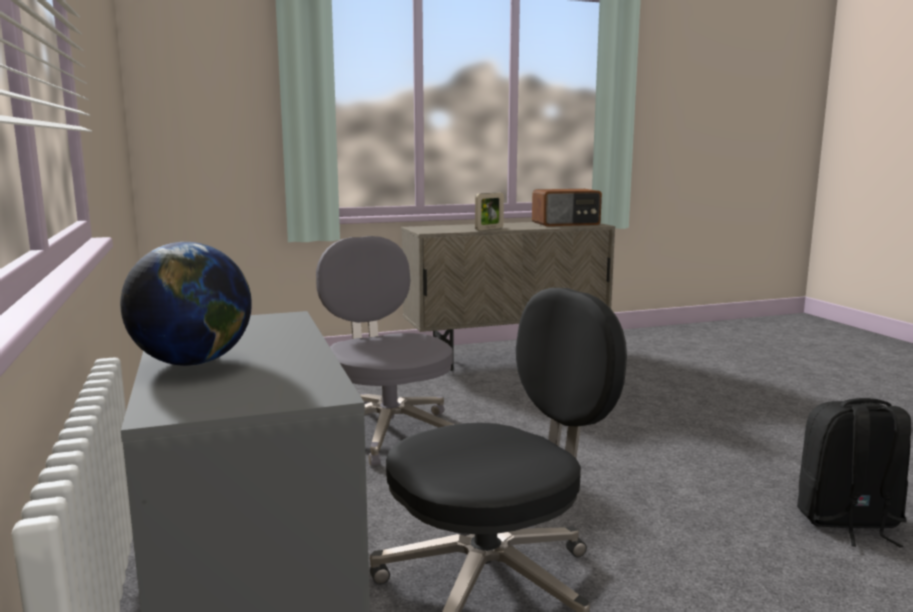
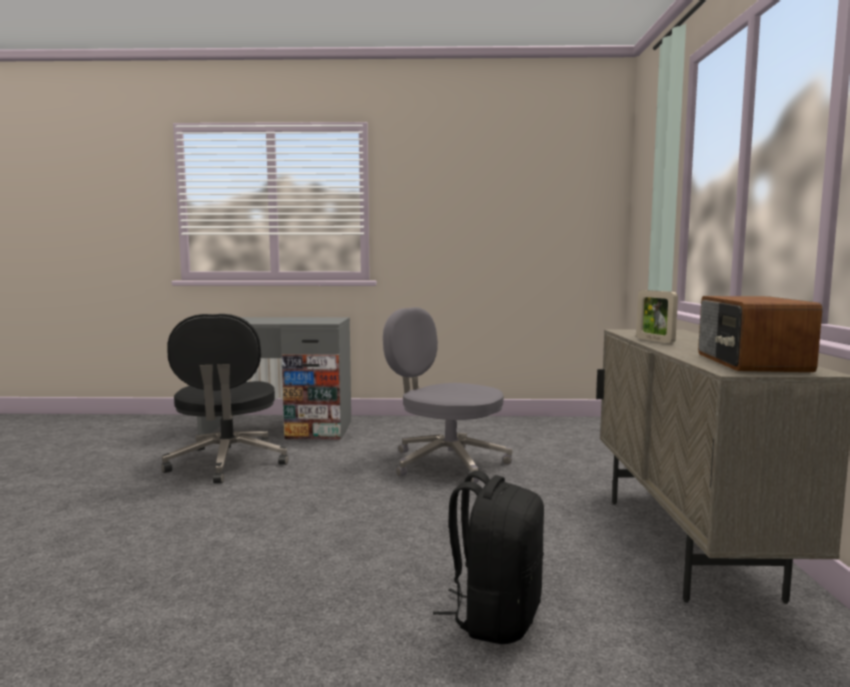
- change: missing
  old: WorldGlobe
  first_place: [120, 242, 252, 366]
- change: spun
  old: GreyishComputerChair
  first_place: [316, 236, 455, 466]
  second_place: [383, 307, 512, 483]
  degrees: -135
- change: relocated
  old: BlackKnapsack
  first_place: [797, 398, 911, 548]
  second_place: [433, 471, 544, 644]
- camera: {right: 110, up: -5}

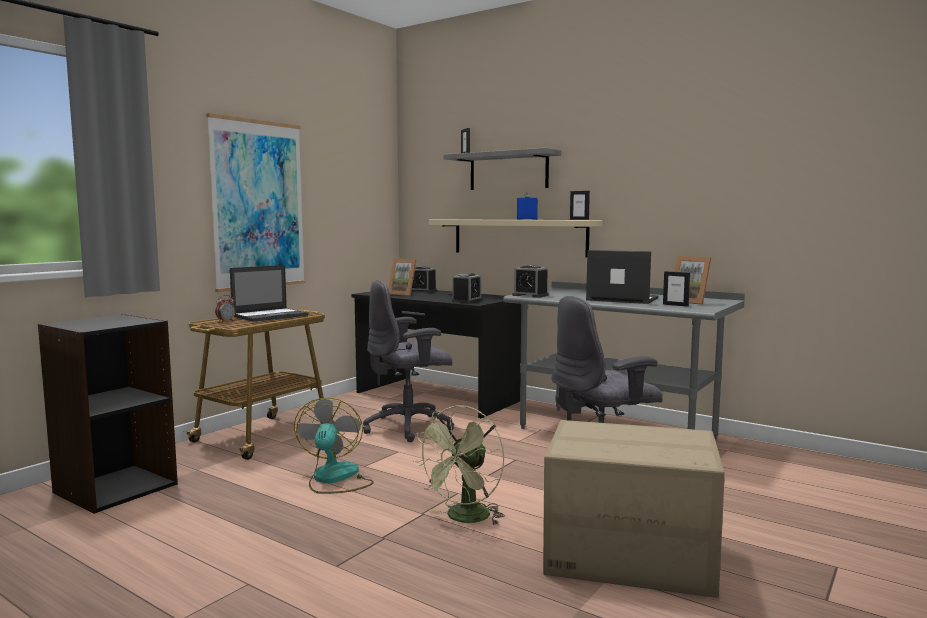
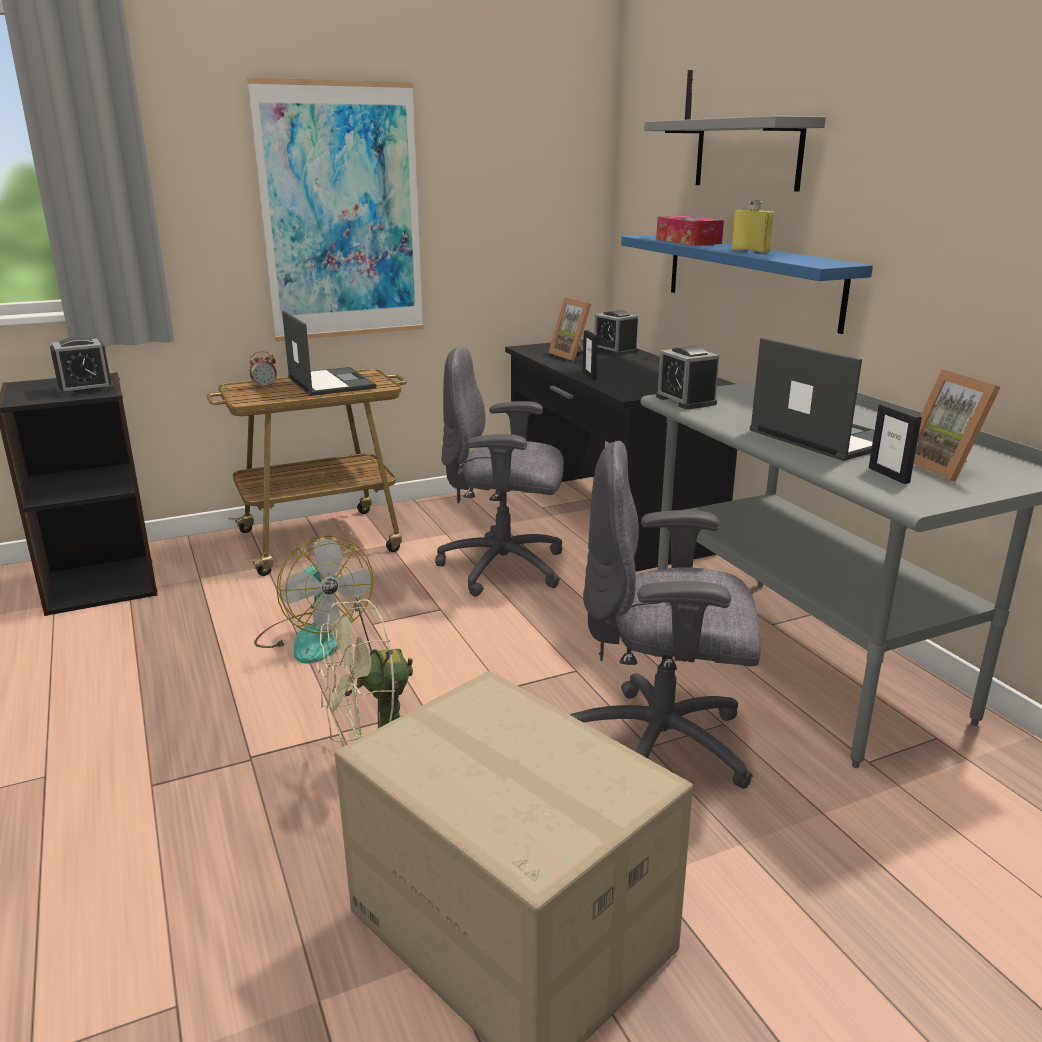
- change: spun
  old: NotebookComputer
  first_place: [230, 265, 309, 322]
  second_place: [282, 310, 376, 396]
  degrees: -105
- change: spun
  old: CoolingFan
  first_place: [294, 398, 374, 494]
  second_place: [254, 535, 374, 664]
  degrees: 120
- change: colour
  old: BeigeColouredShelf
  new: BluishShelf
  first_place: [429, 219, 603, 257]
  second_place: [621, 235, 873, 334]
- change: relocated
  old: BedsideClock
  first_place: [452, 273, 482, 303]
  second_place: [50, 337, 115, 396]
- change: colour
  old: BluishDrinkBottle
  new: YellowishDrinkBottle
  first_place: [517, 192, 538, 220]
  second_place: [732, 199, 774, 253]
- change: relocated
  old: PhotoFrame
  first_place: [570, 191, 590, 220]
  second_place: [583, 330, 598, 380]
- change: appeared
  new: BoxOfTissues
  second_place: [656, 216, 724, 246]
- camera: {right: 30, up: 15}

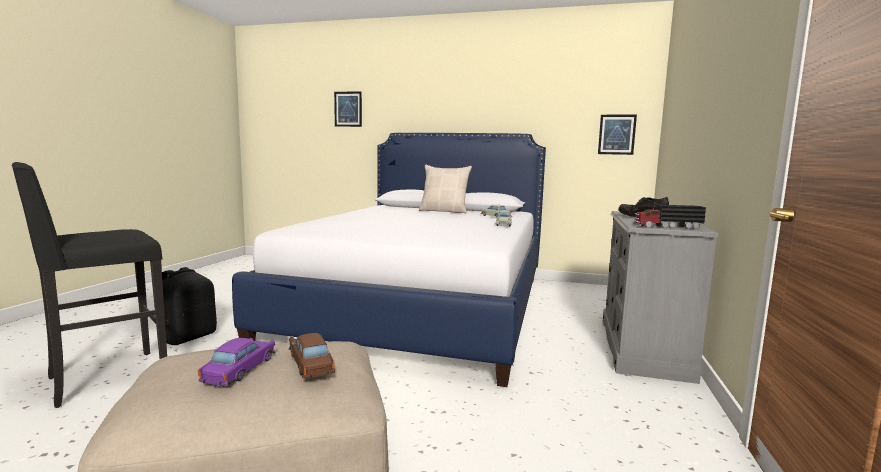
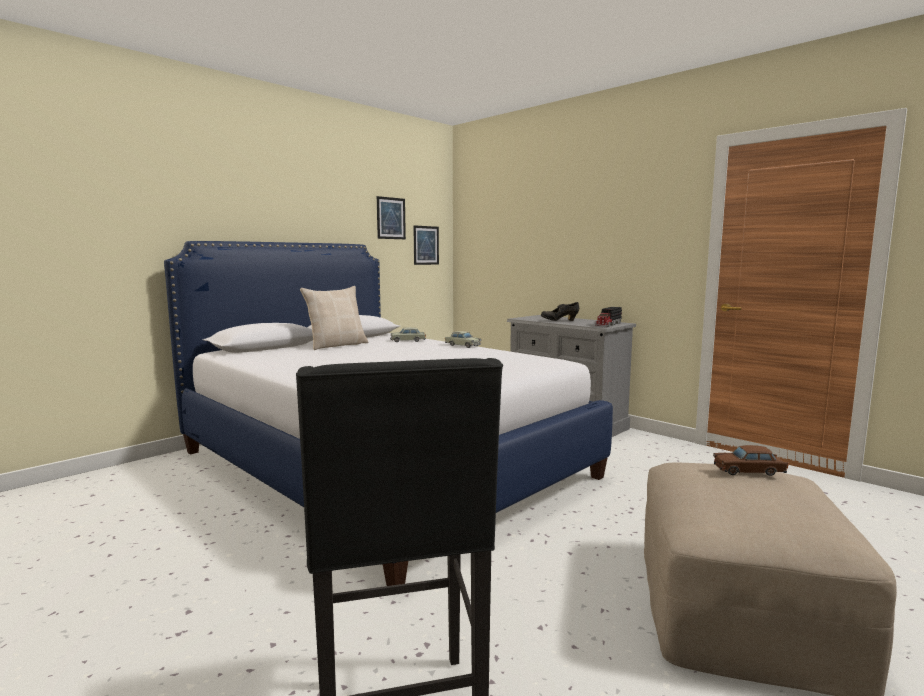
- change: missing
  old: BlackKnapsack
  first_place: [162, 267, 217, 345]
- change: missing
  old: PurpleToyCar
  first_place: [198, 338, 275, 386]
- change: relocated
  old: WallArt
  first_place: [334, 91, 362, 127]
  second_place: [377, 196, 406, 239]
- camera: {right: -60, up: 0}

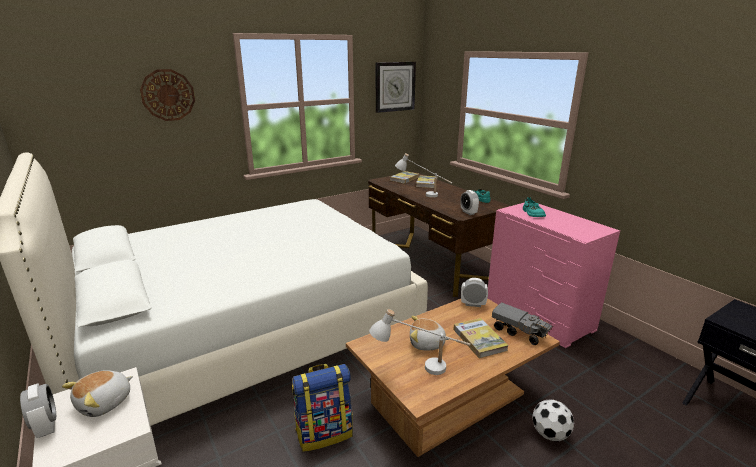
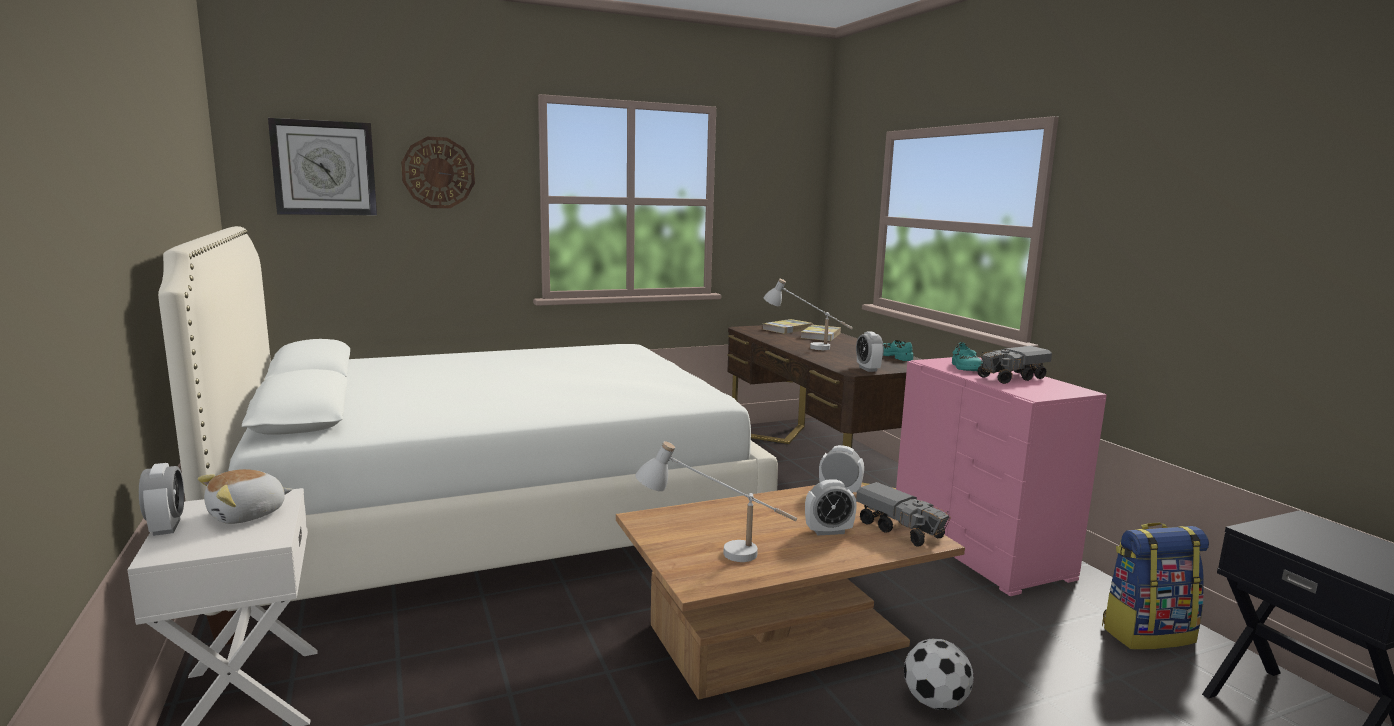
- change: relocated
  old: Knapsack
  first_place: [292, 364, 353, 452]
  second_place: [1102, 523, 1209, 650]
- change: relocated
  old: WallClock
  first_place: [376, 62, 416, 113]
  second_place: [268, 118, 377, 215]
- change: missing
  old: CuddlyToy
  first_place: [410, 316, 449, 351]
- change: exchanged
  old: Book
  new: BedsideClock
  first_place: [453, 318, 509, 358]
  second_place: [805, 479, 857, 535]
- change: appeared
  new: ToyLorry
  second_place: [977, 346, 1052, 384]
- camera: {right: 10, up: -10}

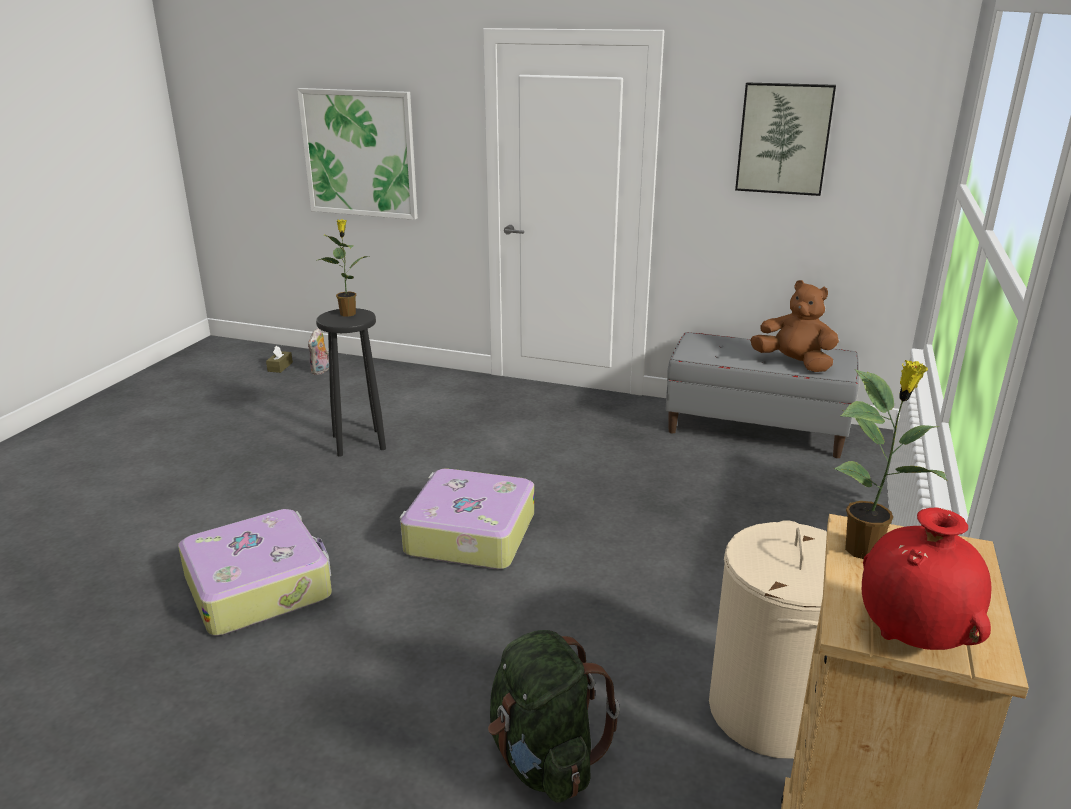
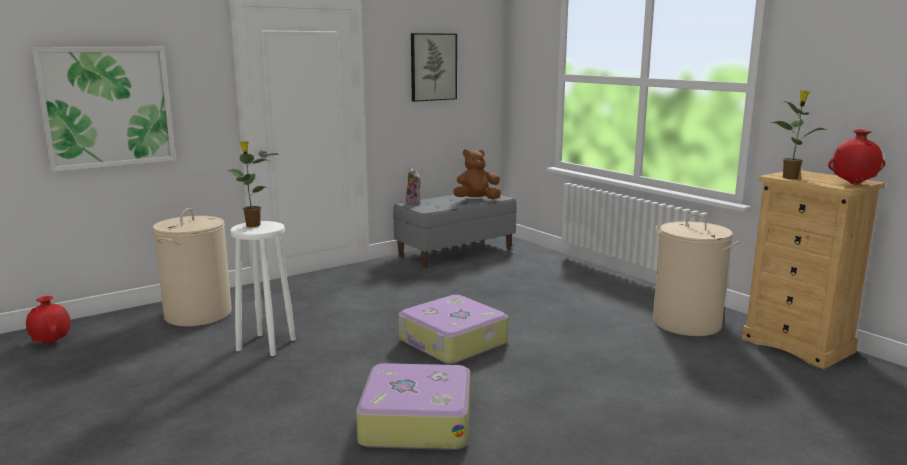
- change: exchanged
  old: BrownBoxOfTissues
  new: ReddishDecorativeVase
  first_place: [266, 346, 293, 373]
  second_place: [26, 296, 71, 344]
- change: relocated
  old: CuddlyToy
  first_place: [308, 328, 329, 375]
  second_place: [406, 168, 421, 205]
- change: colour
  old: BlackStool
  new: WhiteColouredStool
  first_place: [316, 308, 386, 457]
  second_place: [230, 221, 296, 356]
- change: missing
  old: GreenKnapsack
  first_place: [488, 630, 620, 803]
- change: appeared
  new: BeigeColouredWashingBasket
  second_place: [153, 208, 232, 326]
- camera: {right: -55, up: -10}

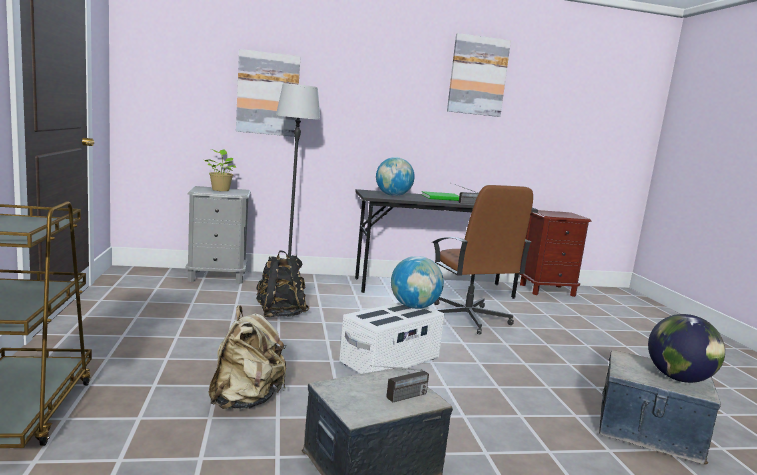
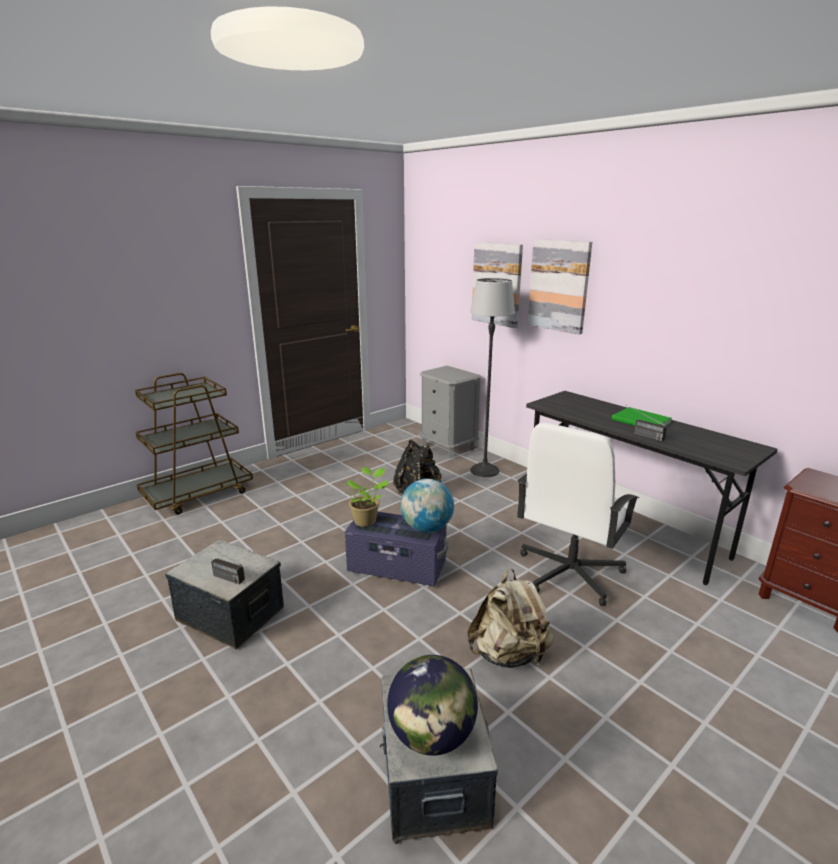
- change: relocated
  old: Houseplant
  first_place: [204, 149, 236, 191]
  second_place: [344, 467, 390, 527]
- change: relocated
  old: BeigeColouredKnapsack
  first_place: [208, 305, 287, 409]
  second_place: [467, 569, 554, 668]
- change: colour
  old: WhiteColouredStorageBox
  new: PurpleStorageBox
  first_place: [339, 302, 444, 374]
  second_place: [345, 512, 448, 586]
- change: missing
  old: WorldGlobe
  first_place: [376, 157, 415, 196]
- change: colour
  old: BrownComputerChair
  new: WhiteColouredComputerChair
  first_place: [432, 185, 533, 335]
  second_place: [517, 423, 639, 606]
- change: relocated
  old: WallArt
  first_place: [447, 33, 511, 117]
  second_place: [527, 239, 592, 335]
- camera: {right: 60, up: 10}

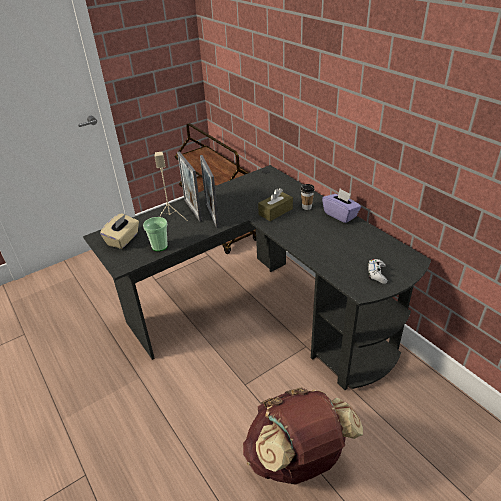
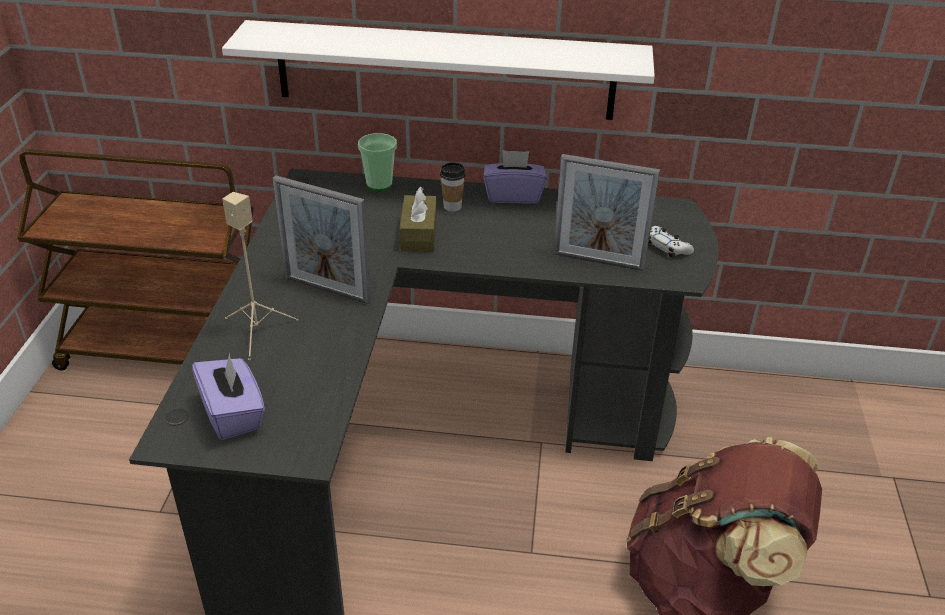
- change: colour
  old: BeigeColouredBoxOfTissues
  new: PurpleBoxOfTissues
  first_place: [100, 213, 139, 249]
  second_place: [192, 353, 265, 440]
- change: relocated
  old: Cup
  first_place: [143, 217, 168, 251]
  second_place: [358, 133, 397, 190]
- change: relocated
  old: PhotoFrame
  first_place: [177, 151, 202, 222]
  second_place: [553, 154, 660, 271]
- change: appeared
  new: WhiteColouredShelf
  second_place: [222, 20, 655, 120]
- camera: {right: -50, up: 0}

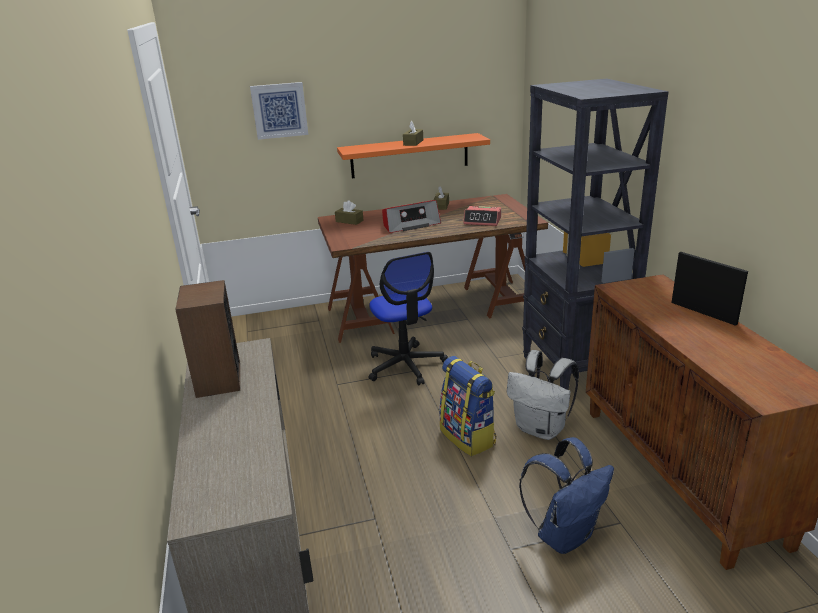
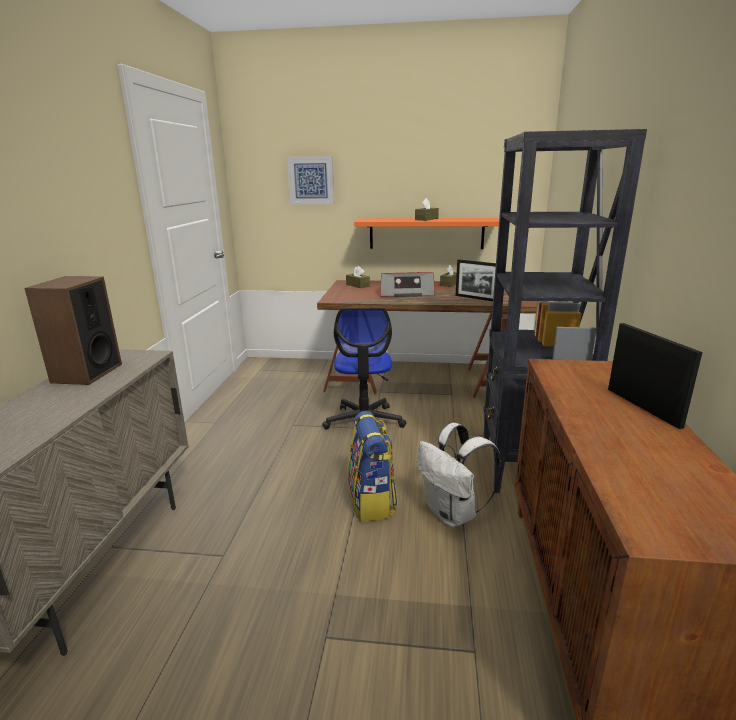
- change: exchanged
  old: BedsideClock
  new: PhotoFrame
  first_place: [463, 206, 501, 226]
  second_place: [456, 259, 496, 301]
- change: missing
  old: BluishKnapsack
  first_place: [519, 437, 614, 554]
- camera: {right: 20, up: -5}

